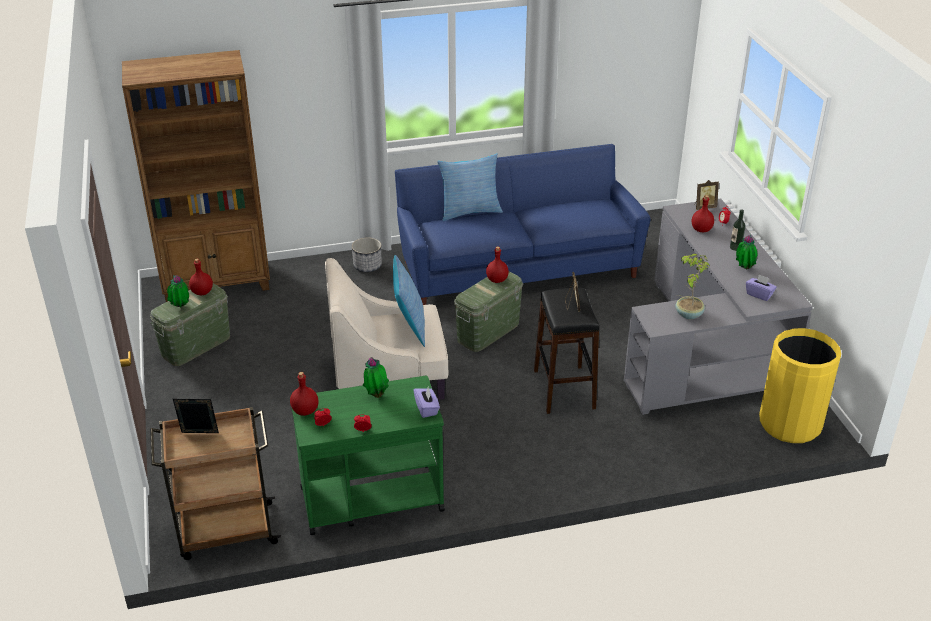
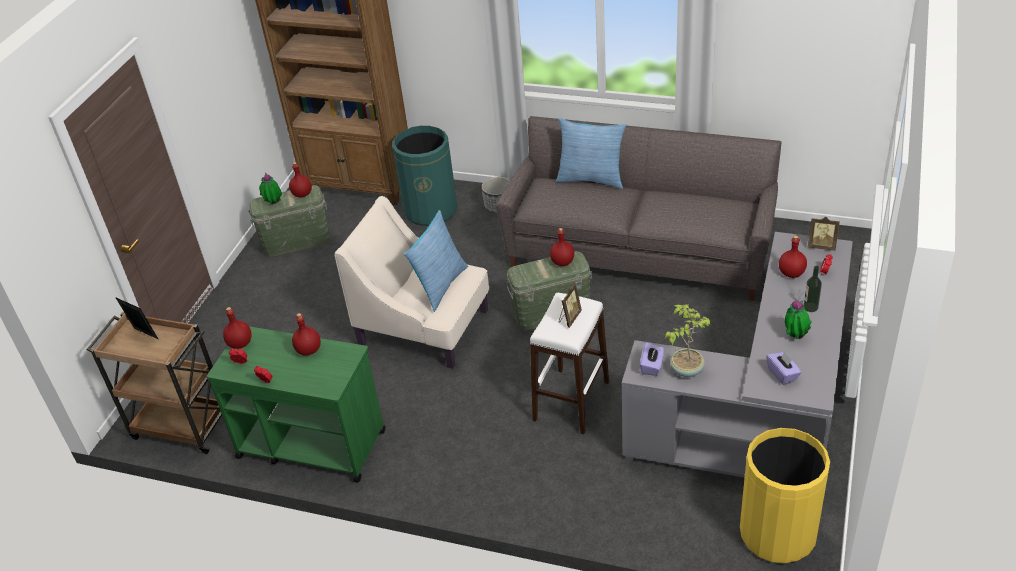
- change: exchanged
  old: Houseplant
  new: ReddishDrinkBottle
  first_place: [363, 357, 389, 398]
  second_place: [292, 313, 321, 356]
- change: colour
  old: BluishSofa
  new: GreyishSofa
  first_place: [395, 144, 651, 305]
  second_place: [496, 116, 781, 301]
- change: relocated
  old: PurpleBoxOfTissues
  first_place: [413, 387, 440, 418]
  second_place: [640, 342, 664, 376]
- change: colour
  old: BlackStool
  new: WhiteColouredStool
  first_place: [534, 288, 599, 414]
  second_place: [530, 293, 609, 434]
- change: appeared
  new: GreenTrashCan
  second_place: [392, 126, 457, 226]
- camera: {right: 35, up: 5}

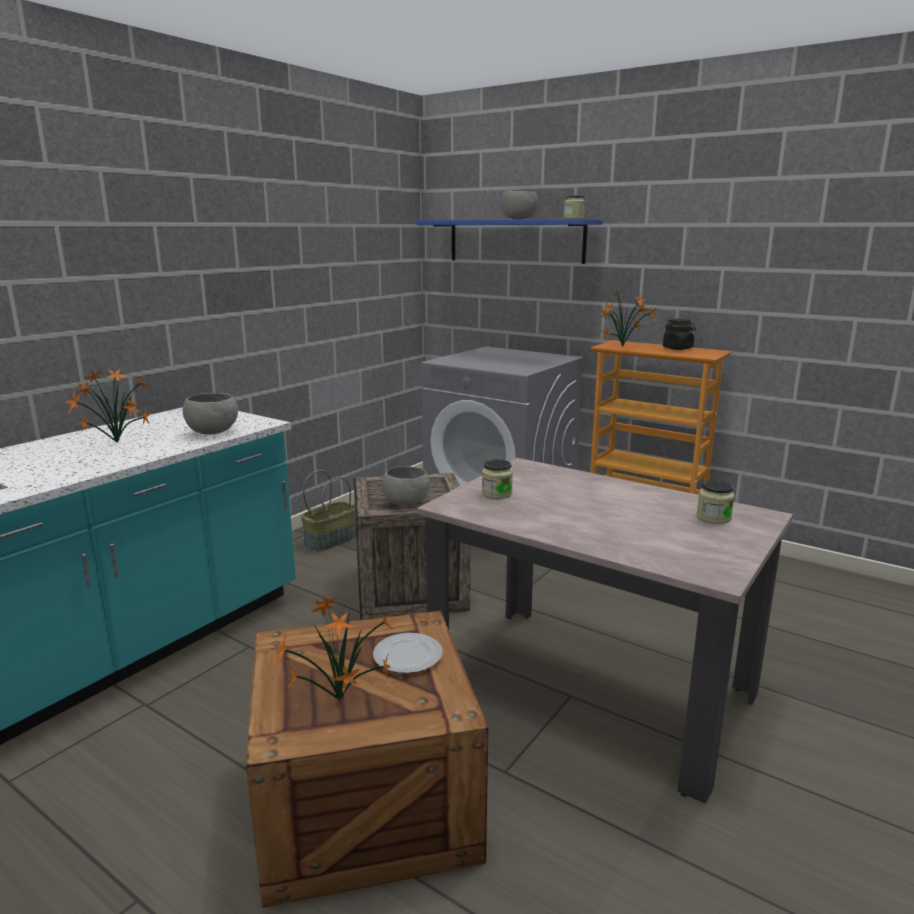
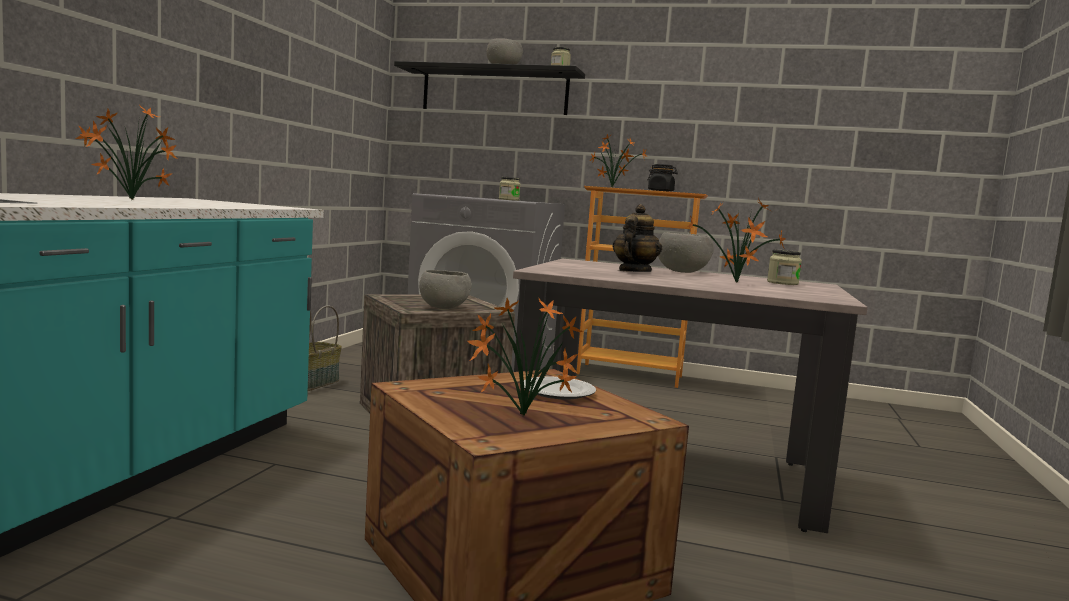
- change: relocated
  old: GreyishBowl
  first_place: [183, 393, 238, 435]
  second_place: [658, 232, 714, 273]
- change: colour
  old: BluishShelf
  new: BlackShelf
  first_place: [417, 219, 603, 264]
  second_place: [394, 61, 585, 115]
- change: relocated
  old: Jar
  first_place: [482, 459, 513, 499]
  second_place: [499, 177, 520, 201]
- change: appeared
  new: TeaPot
  second_place: [613, 204, 662, 272]
- change: appeared
  new: Houseplant
  second_place: [687, 200, 786, 283]
- camera: {right: -20, up: -10}

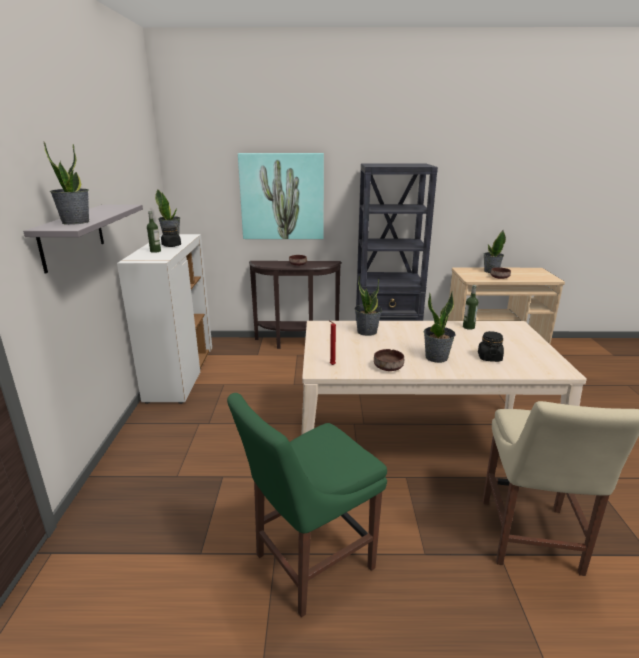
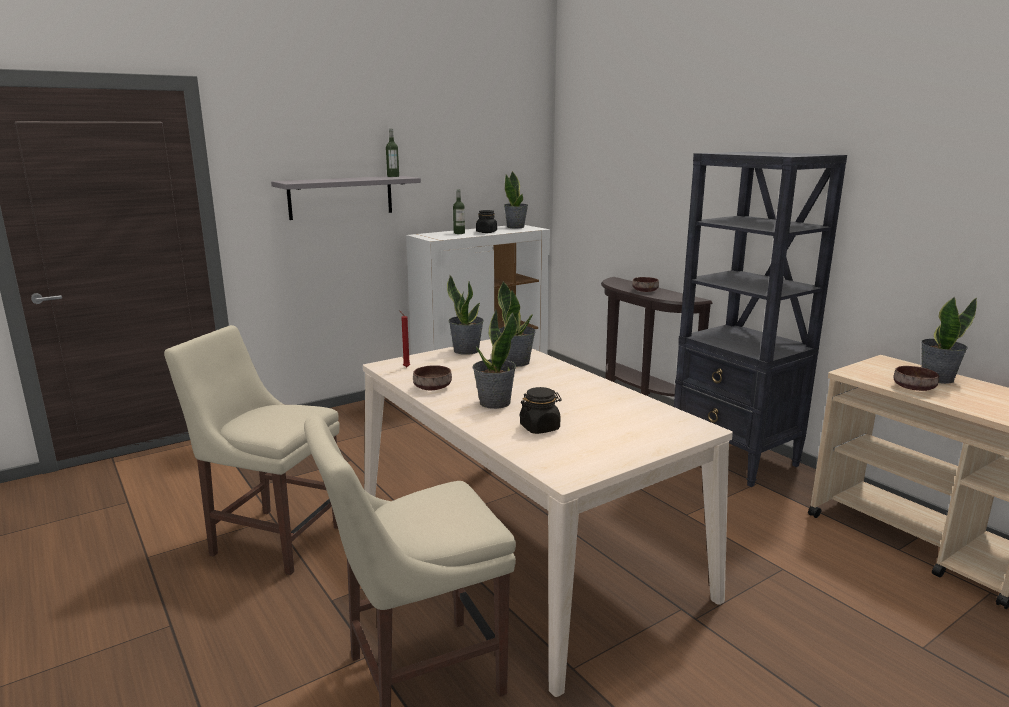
- change: relocated
  old: Houseplant
  first_place: [44, 142, 89, 225]
  second_place: [447, 275, 484, 355]
- change: colour
  old: GreenPlainChair
  new: BeigeColouredPlainChair
  first_place: [227, 393, 387, 618]
  second_place: [164, 325, 340, 575]
- change: missing
  old: WallArt
  first_place: [238, 153, 324, 239]
- change: relocated
  old: DrinkBottle
  first_place: [463, 285, 478, 330]
  second_place: [386, 129, 399, 177]
- camera: {right: 55, up: -5}

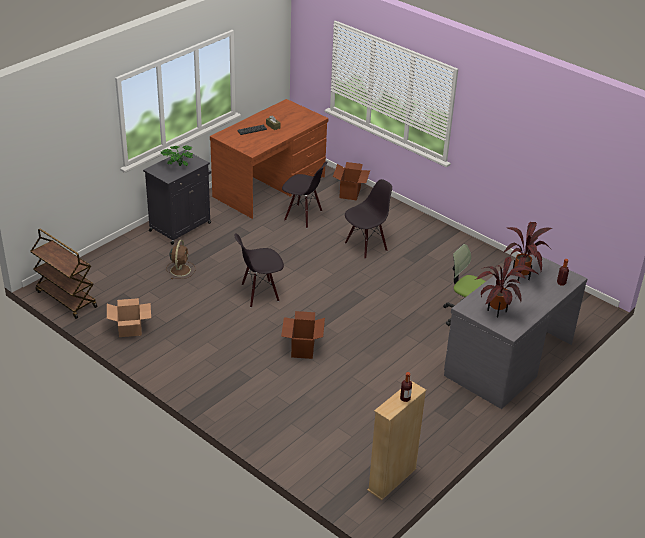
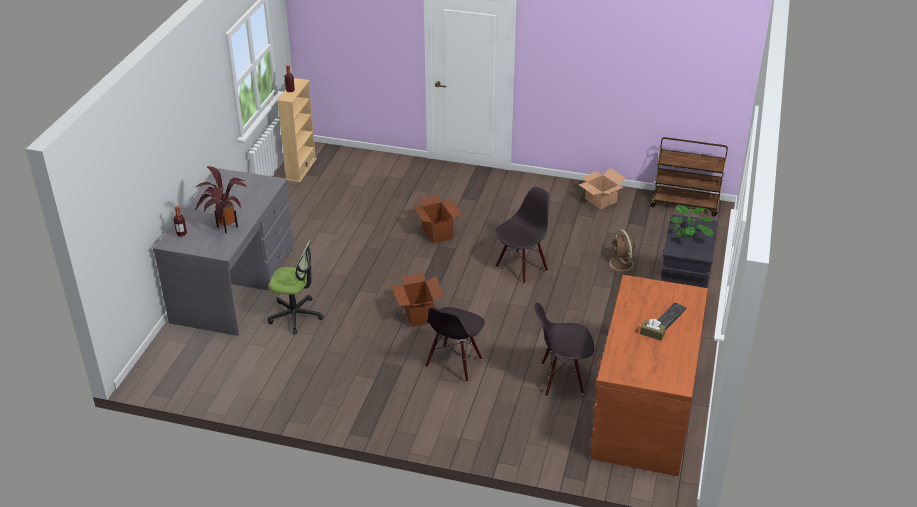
- change: relocated
  old: Carton
  first_place: [333, 162, 370, 200]
  second_place: [392, 273, 444, 327]
- change: missing
  old: Houseplant
  first_place: [476, 257, 538, 317]
- camera: {right: 155, up: 0}

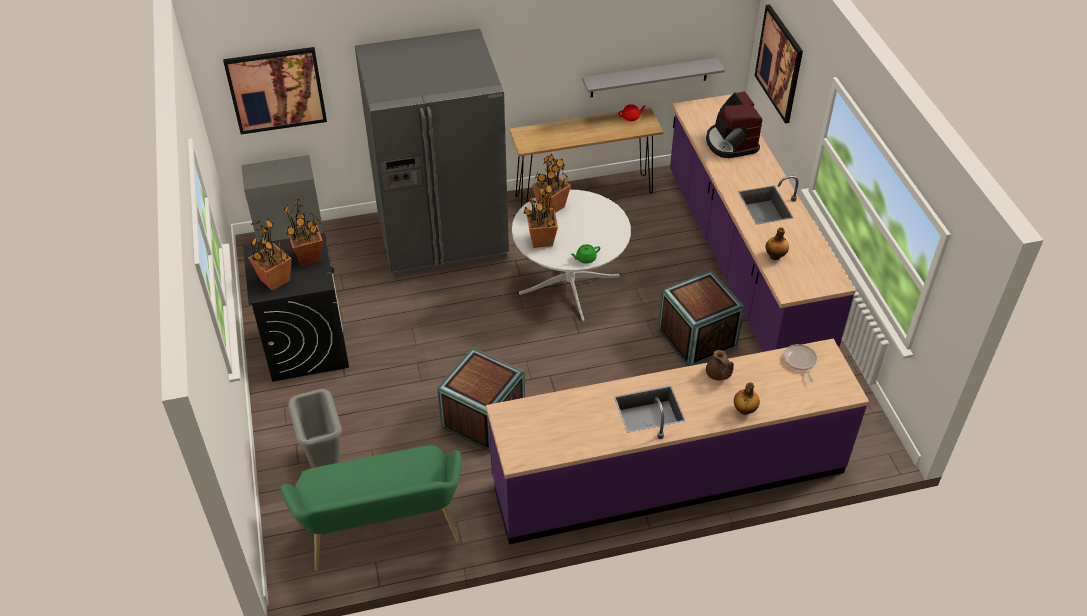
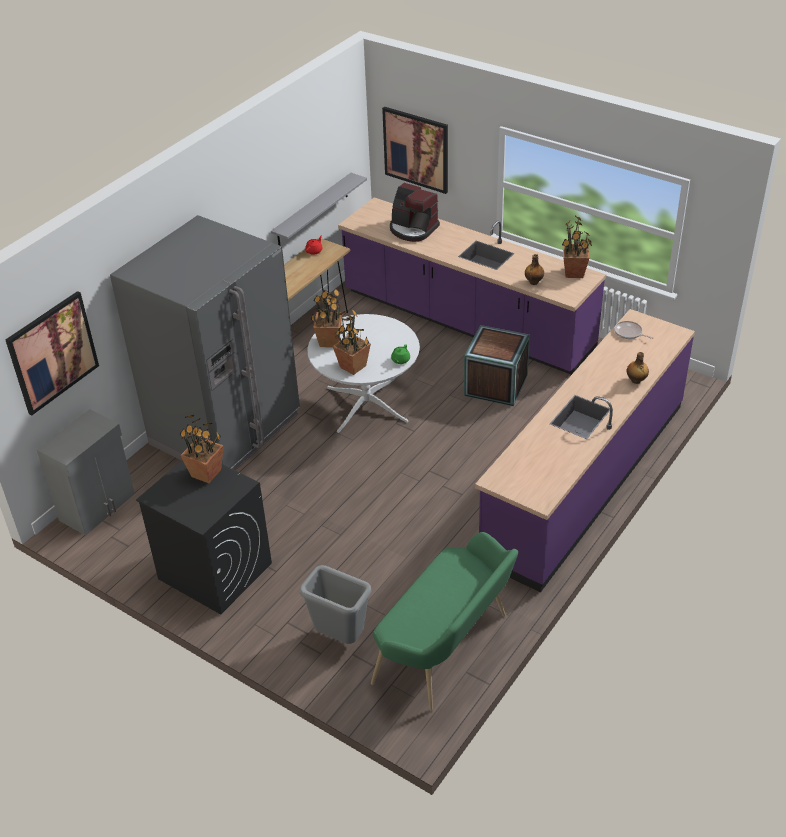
- change: relocated
  old: Houseplant
  first_place: [248, 219, 292, 291]
  second_place: [562, 216, 592, 278]
- change: missing
  old: Crate
  first_place: [437, 347, 525, 451]
- change: missing
  old: BrownTeaPot
  first_place: [706, 350, 734, 380]
- camera: {right: -40, up: -5}

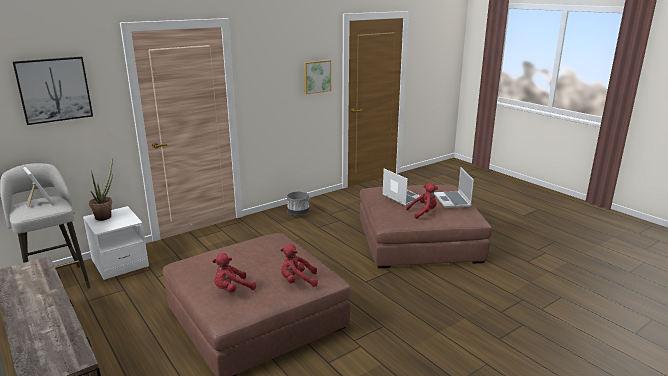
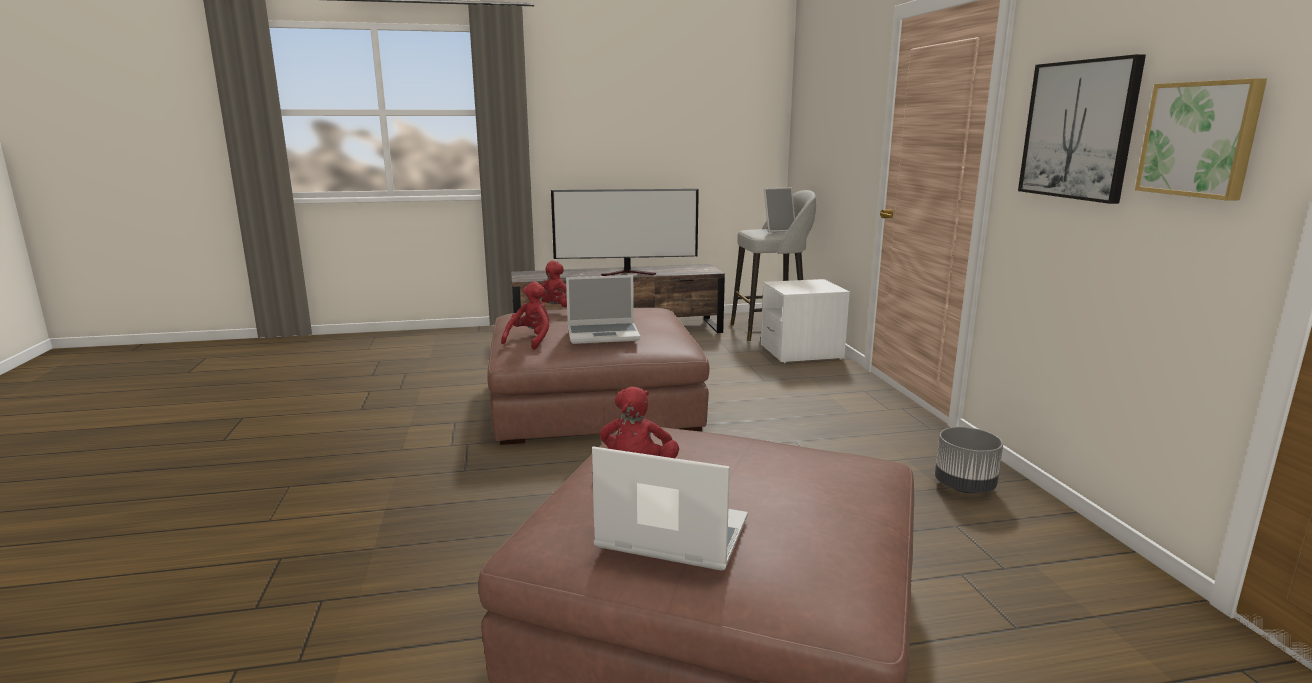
- change: relocated
  old: WallArt
  first_place: [13, 57, 93, 125]
  second_place: [1018, 54, 1146, 204]
- change: missing
  old: Houseplant
  first_place: [89, 158, 113, 221]
- change: relocated
  old: NotebookComputer
  first_place: [382, 169, 420, 206]
  second_place: [566, 275, 641, 344]
- change: appeared
  new: Television
  second_place: [551, 189, 699, 276]
- camera: {right: 115, up: -5}

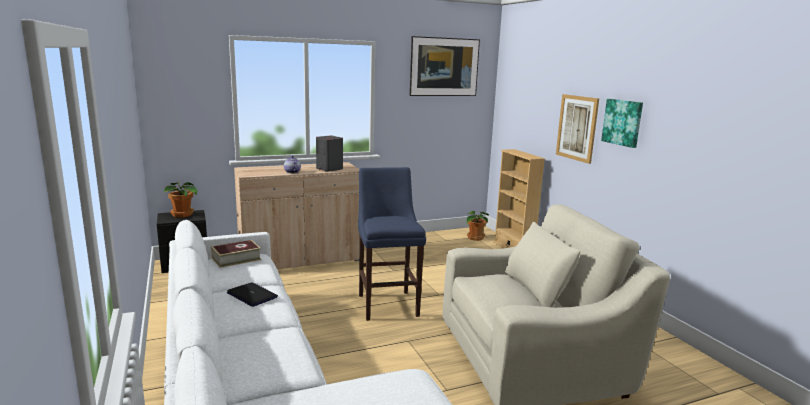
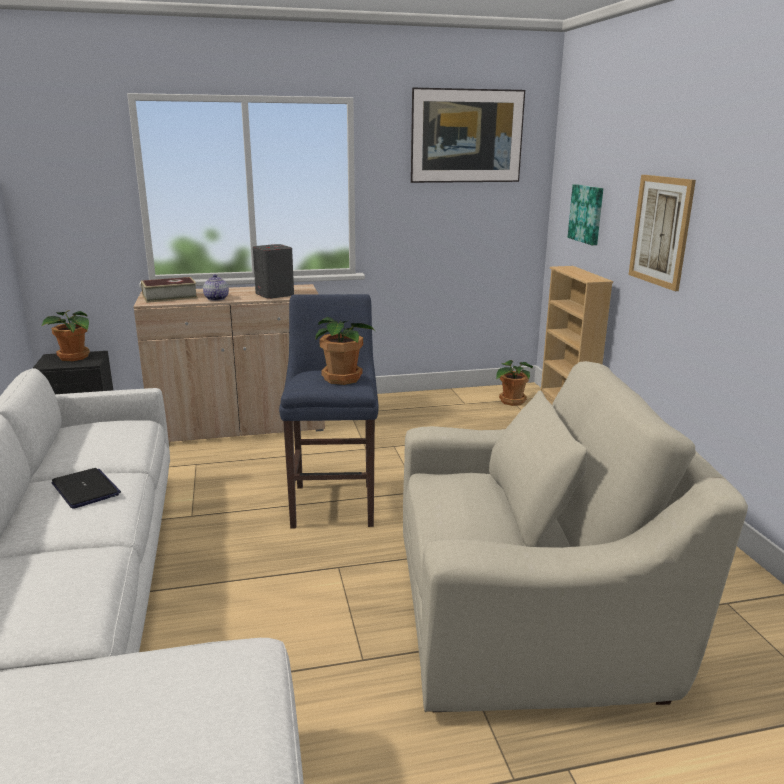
- change: relocated
  old: Book
  first_place: [211, 240, 261, 268]
  second_place: [141, 277, 198, 303]
- change: relocated
  old: WallArt
  first_place: [601, 99, 643, 148]
  second_place: [568, 184, 603, 245]
- change: appeared
  new: Houseplant
  second_place: [315, 317, 375, 385]
- camera: {right: 10, up: 5}

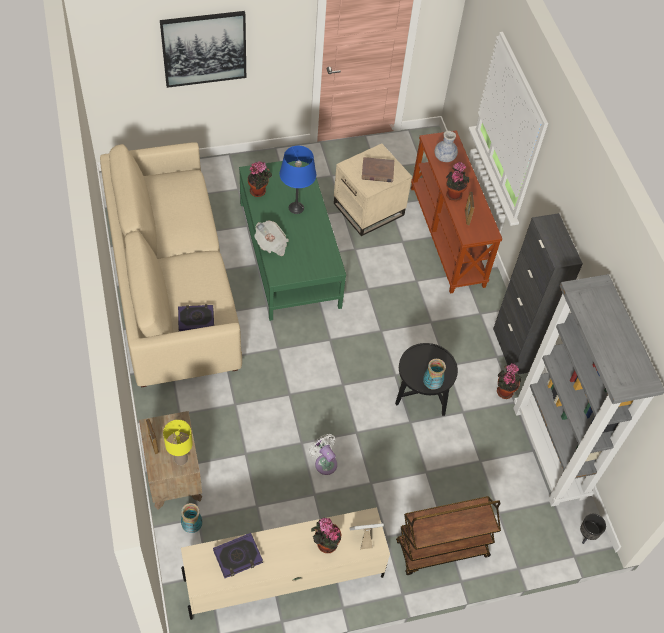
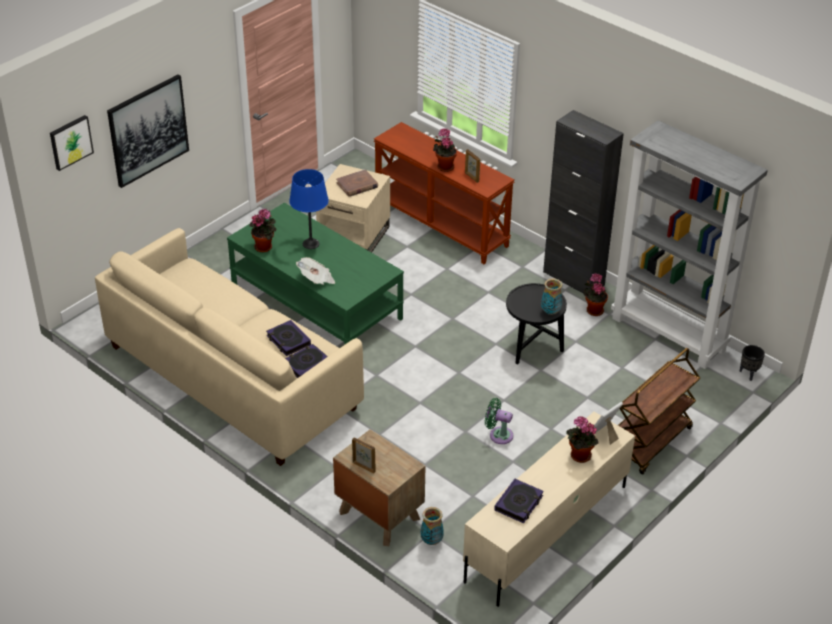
- change: missing
  old: YellowishTabletopLamp
  first_place: [163, 420, 193, 465]
- change: colour
  old: WhiteColouredCoolingFan
  new: GreenCoolingFan
  first_place: [309, 434, 337, 475]
  second_place: [485, 398, 513, 444]
- change: missing
  old: DecorativeVase
  first_place: [435, 131, 458, 162]
- change: appeared
  new: WallArt
  second_place: [50, 115, 94, 171]
- change: appeared
  new: Book
  second_place: [266, 320, 311, 356]
- camera: {right: -30, up: -15}

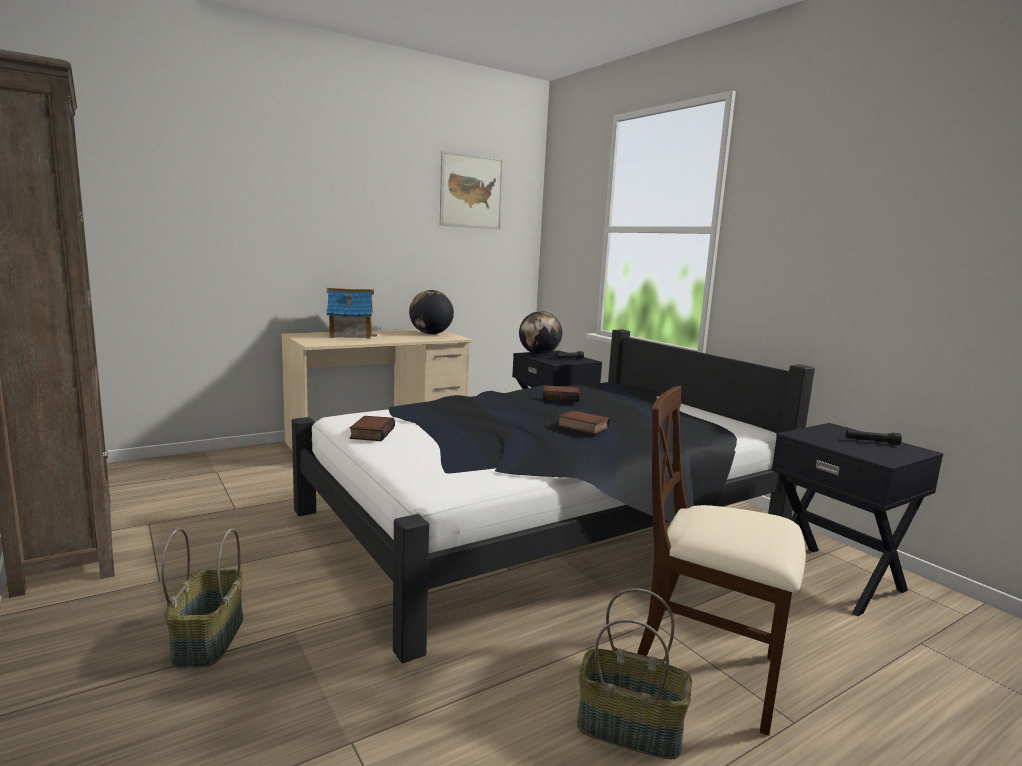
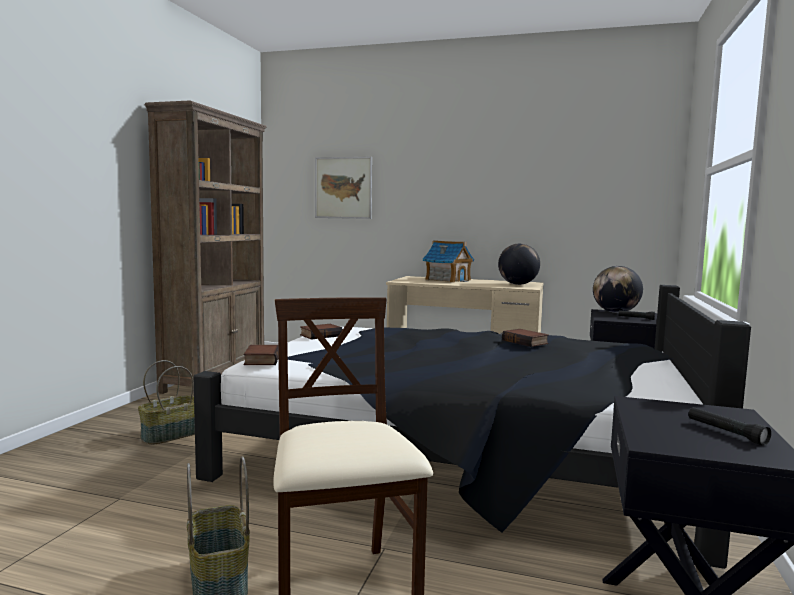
- change: relocated
  old: WallArt
  first_place: [440, 151, 503, 229]
  second_place: [315, 157, 372, 219]
- change: relocated
  old: Book
  first_place: [557, 410, 610, 435]
  second_place: [243, 345, 278, 365]
- camera: {right: 50, up: -5}

